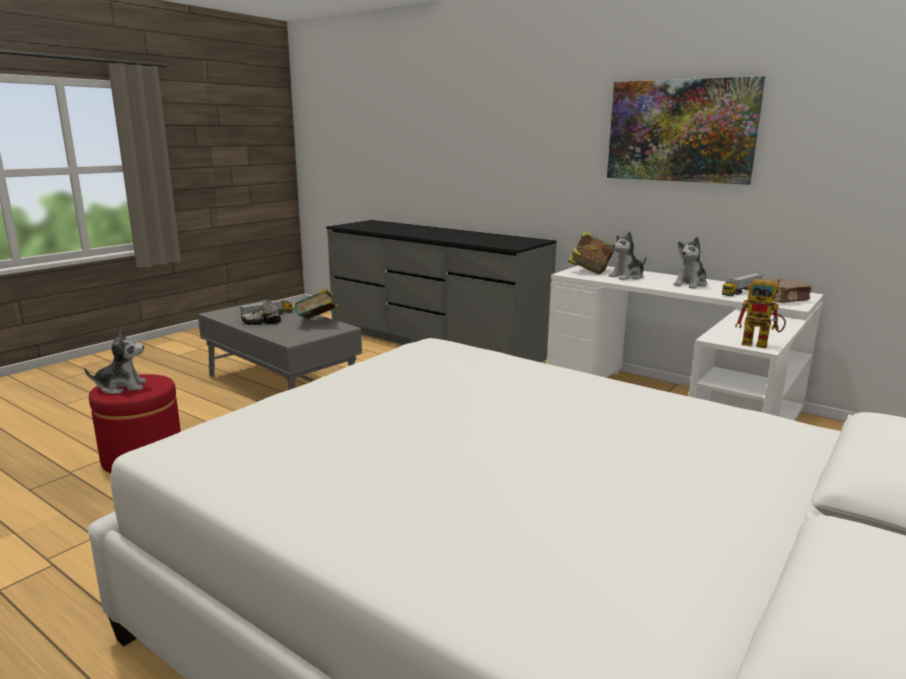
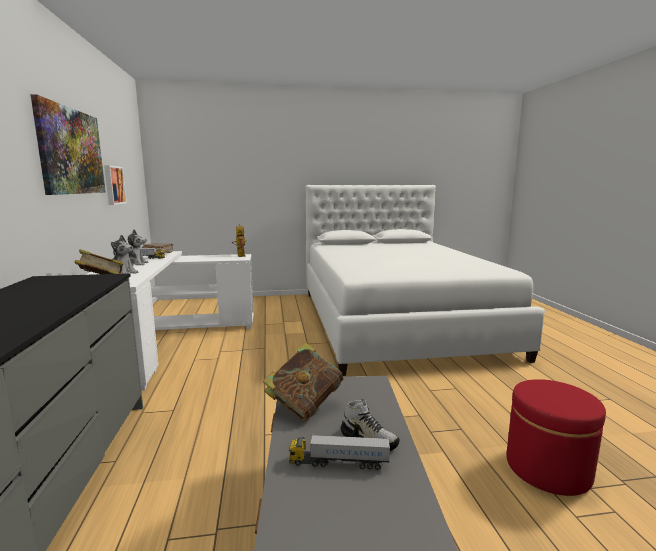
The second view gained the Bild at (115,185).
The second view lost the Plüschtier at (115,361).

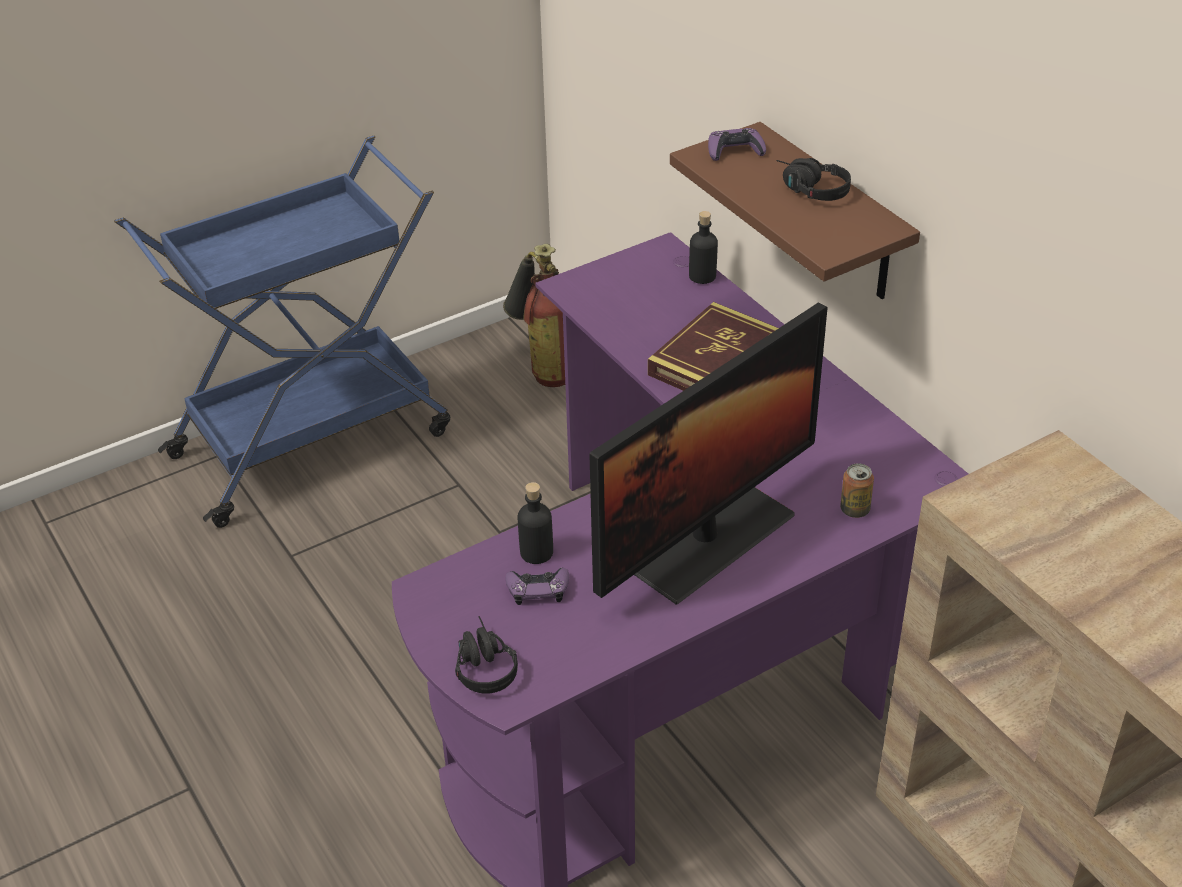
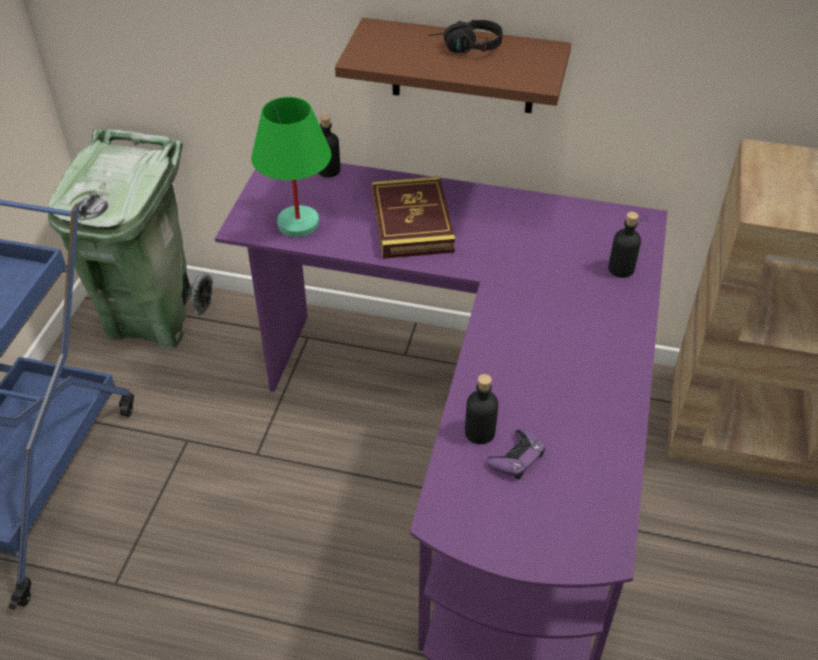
Where the Feuerlöscher stood at (534,315), the Mülleimer [grün] came to stand at (131,239).
The second view gained the Tischlampe [grün] at (291,167).
Where the Dose stood at (857,490), the Flasche [schwarz] came to stand at (624,245).
The second view lost the Kopfhörer [schwarz] at (486,655).
The second view lost the Monitor at (708,453).
The second view lost the Gamepad [lila] at (737,144).

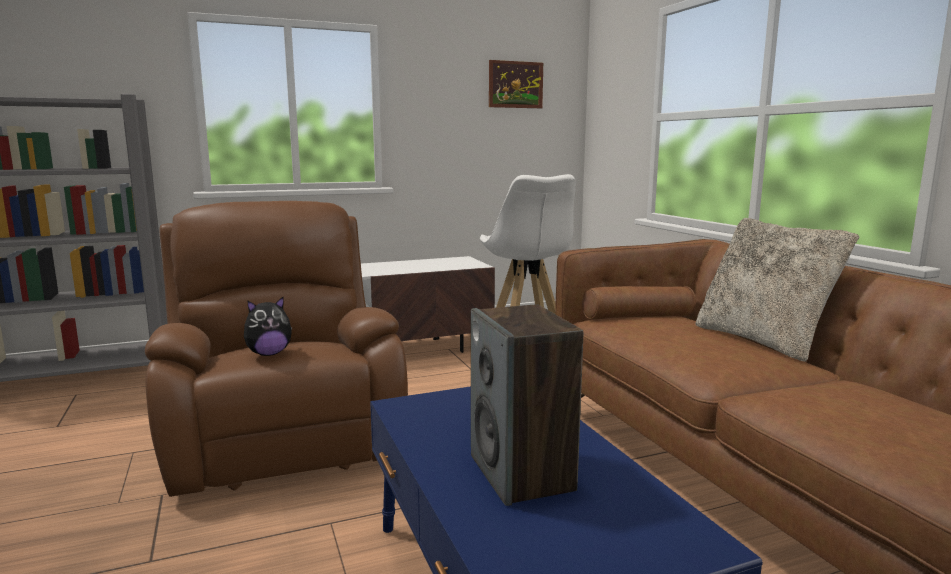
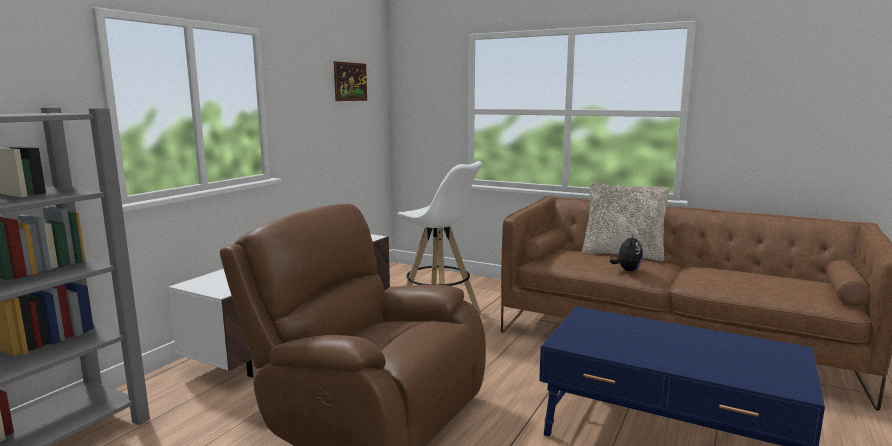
The Plüschtier ended up elsewhere, having gone from (268,326) to (626,252).
The second view lost the Lautsprecher at (527,405).

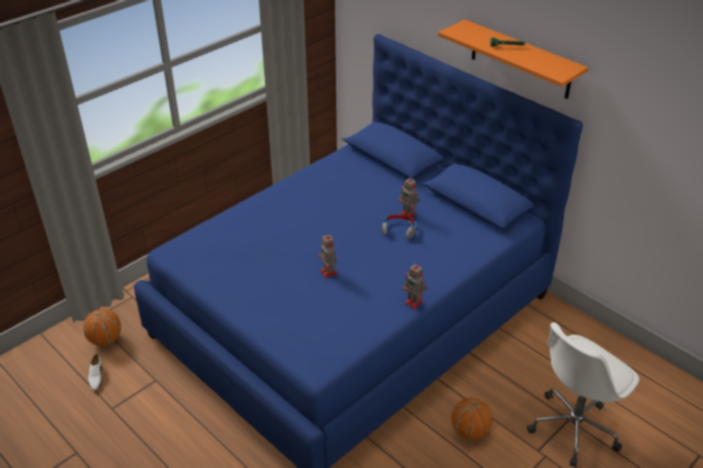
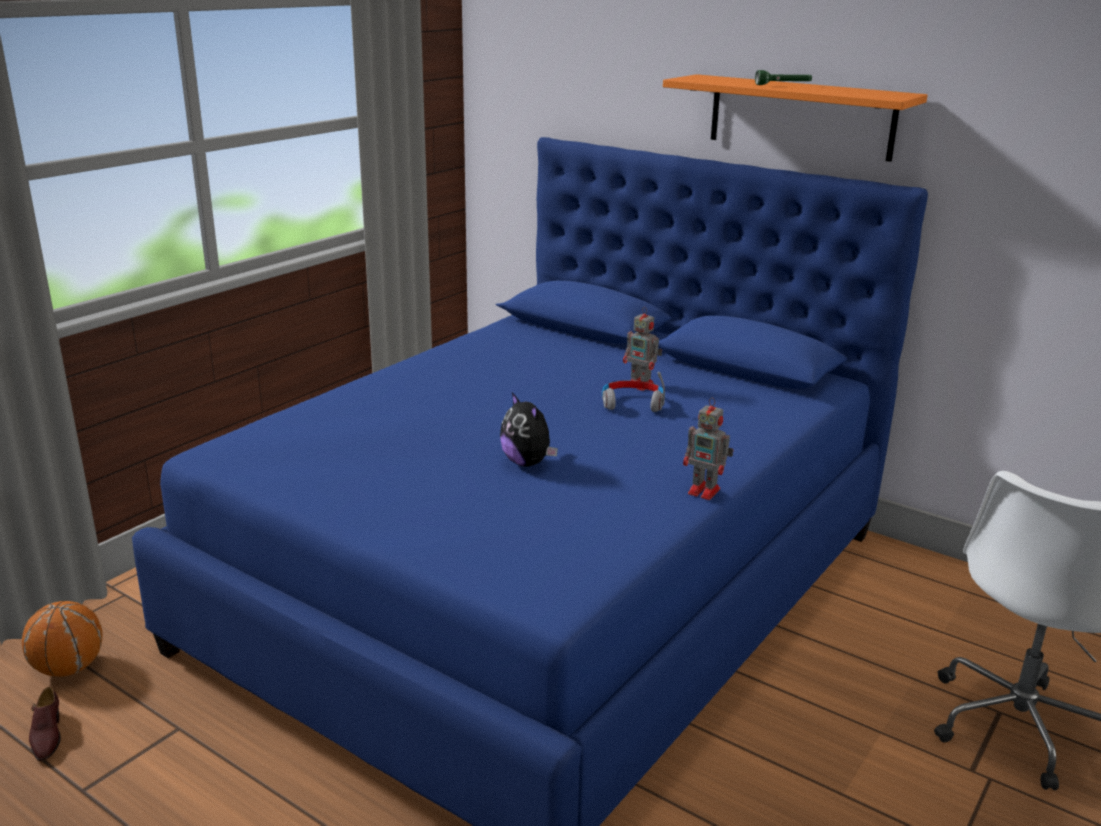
What was the Schuh [weiß] at (95,372) turned into the Schuh [braun] at (44,724).
Where the Spielzeugroboter stood at (328,256), the Plüschtier came to stand at (529,429).
The second view lost the Basketball at (472,419).

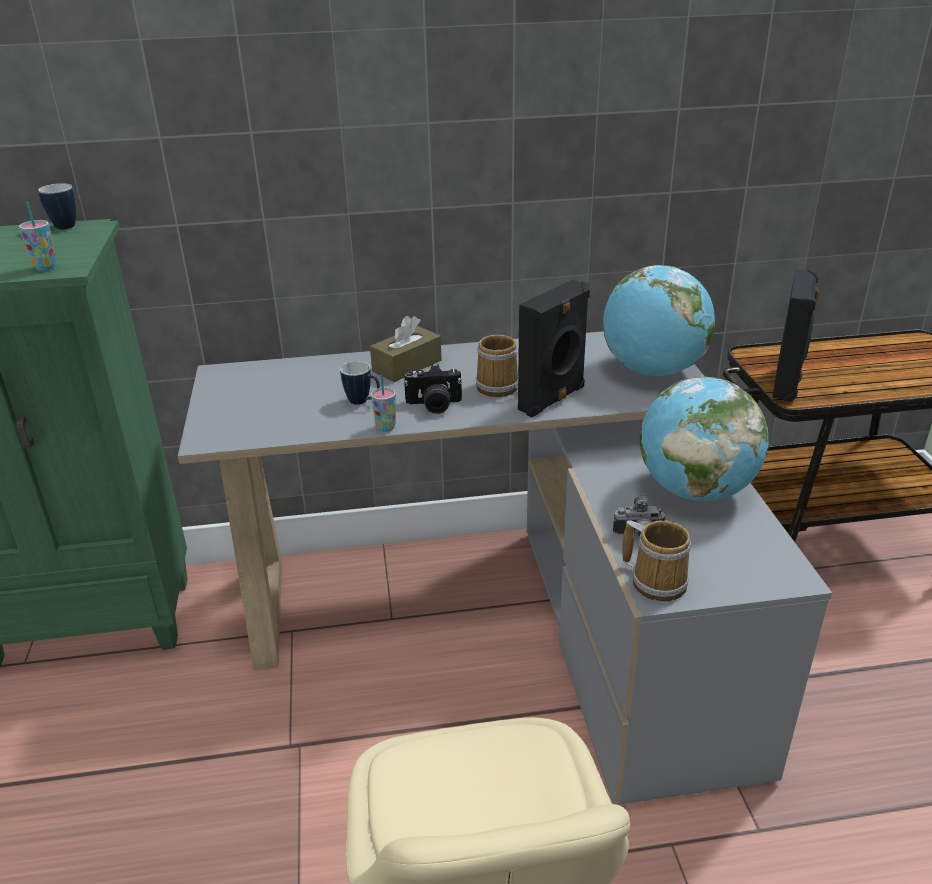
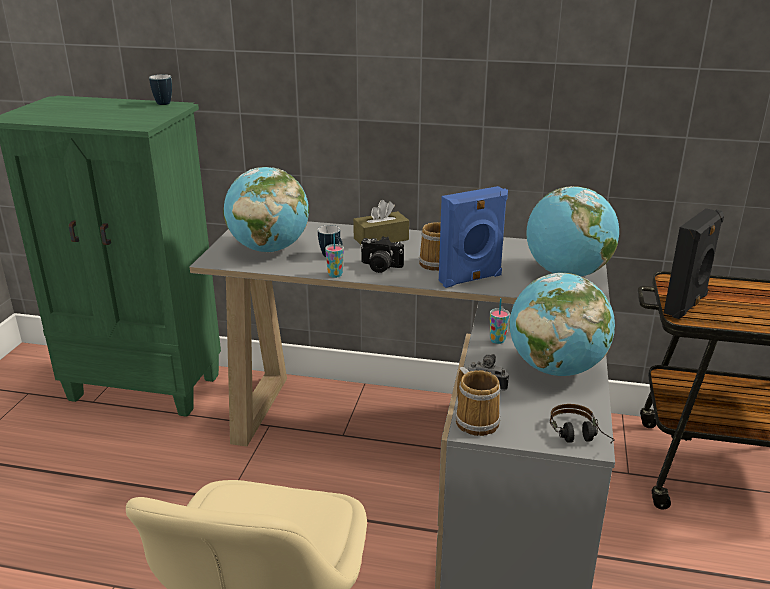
The second view gained the Globus at (266,209).
What was the Lautsprecher [schwarz] at (554,348) turned into the Lautsprecher [blau] at (473,237).
The Tasse ended up elsewhere, having gone from (38,236) to (500,321).
The second view gained the Kopfhörer at (582,424).

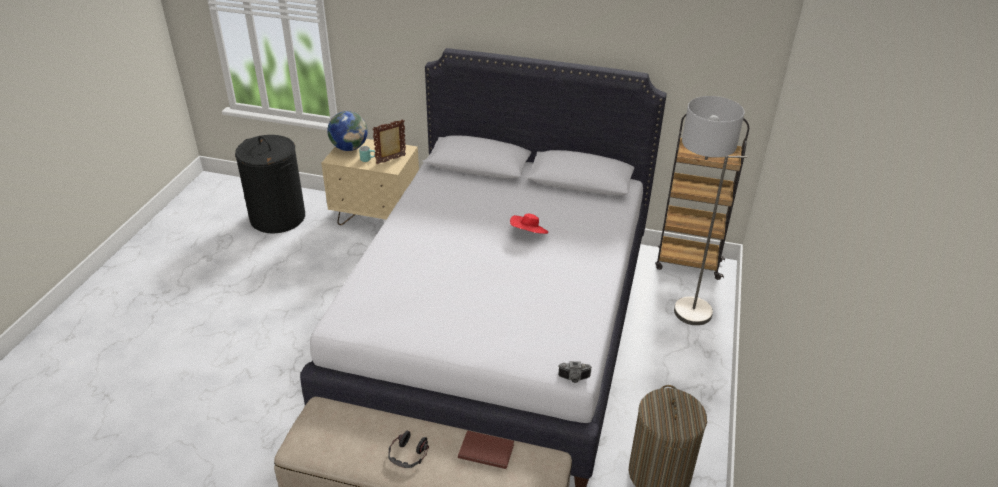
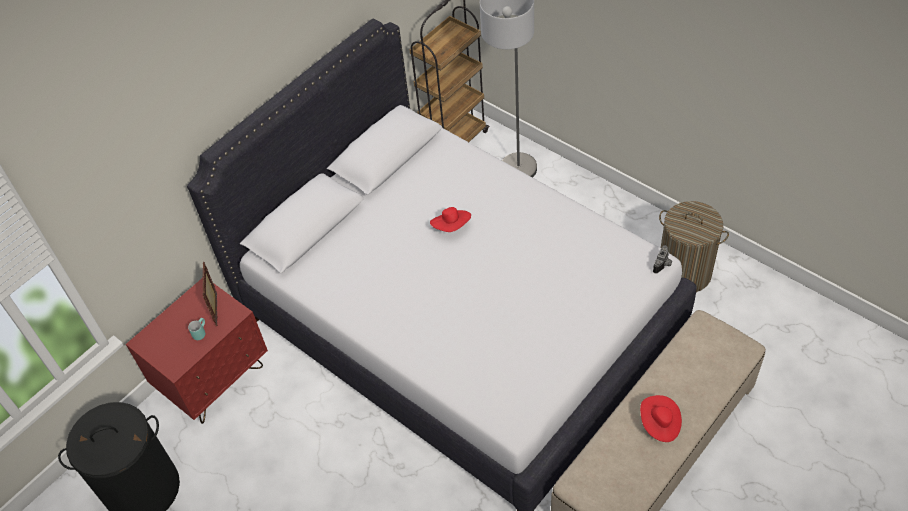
What was the Nachttisch [beige] at (370,182) turned into the Nachttisch [rot] at (197,351).
Where the Kopfhörer stood at (408,449), the Hut [rot] came to stand at (661,418).
The second view lost the Globus at (347,131).
The second view lost the Buch [braun] at (486,449).

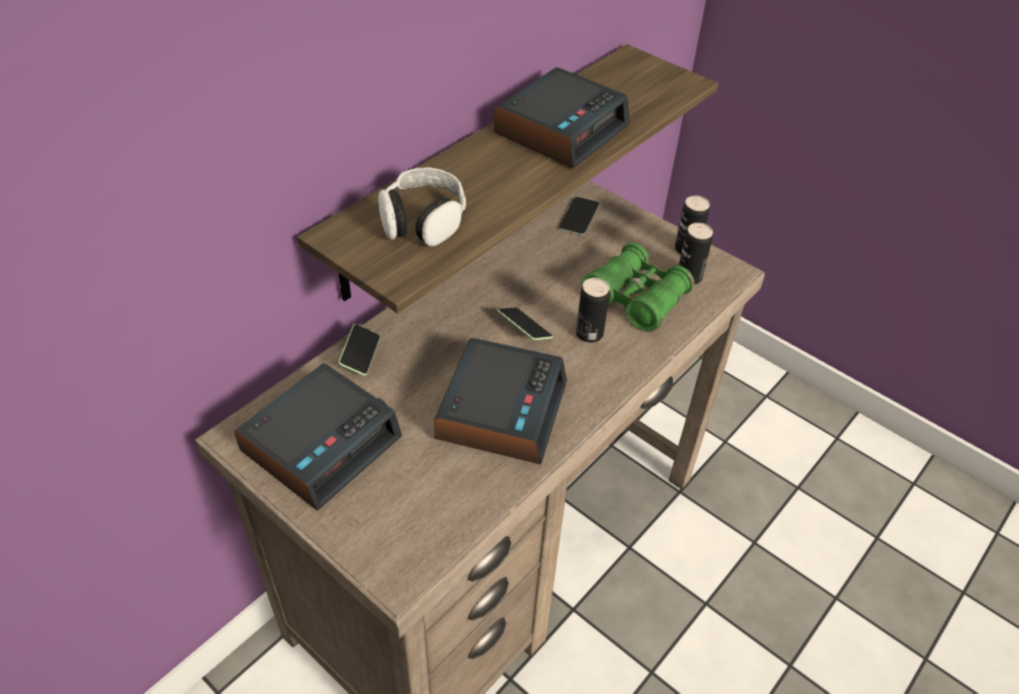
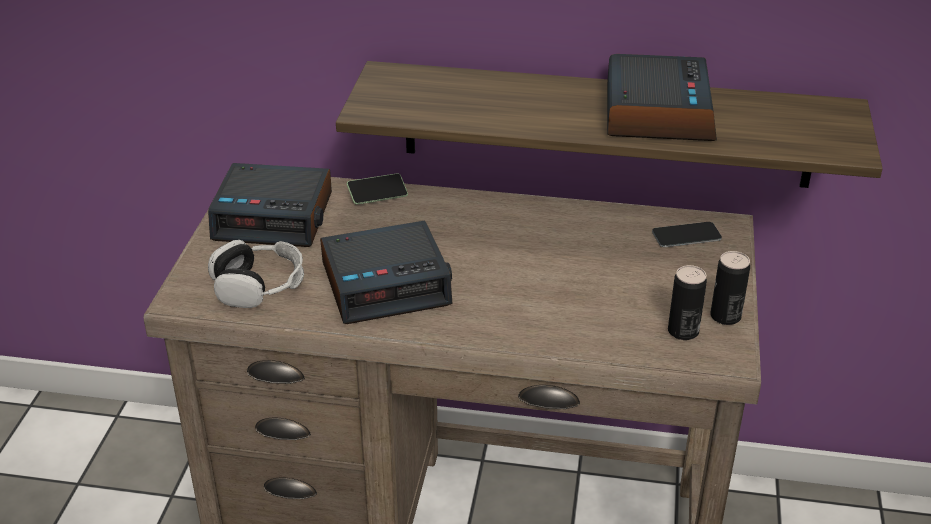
The Kopfhörer ended up elsewhere, having gone from (422,206) to (256,274).
The Wecker at (561,118) ended up facing another way, 90 degrees counterclockwise from before.
The second view lost the Handy at (525,323).
The second view lost the Dose at (593,310).
The second view lost the Fernglas [grün] at (638,287).

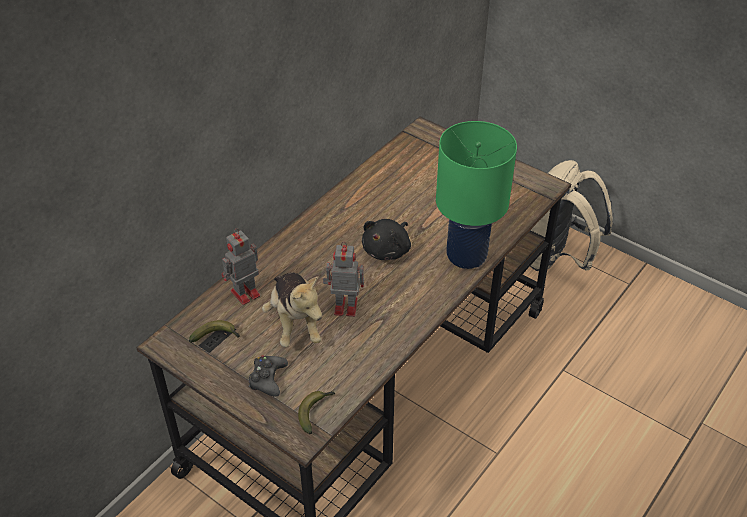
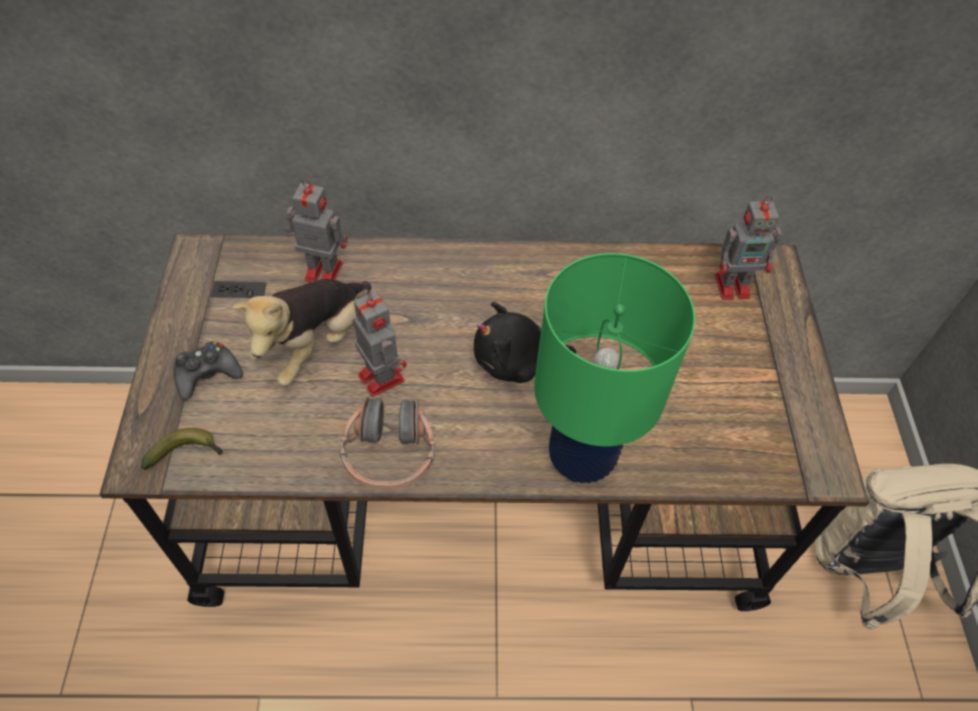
The second view gained the Kopfhörer at (387,443).
The second view gained the Spielzeugroboter at (748,248).
The second view lost the Banane at (215,331).

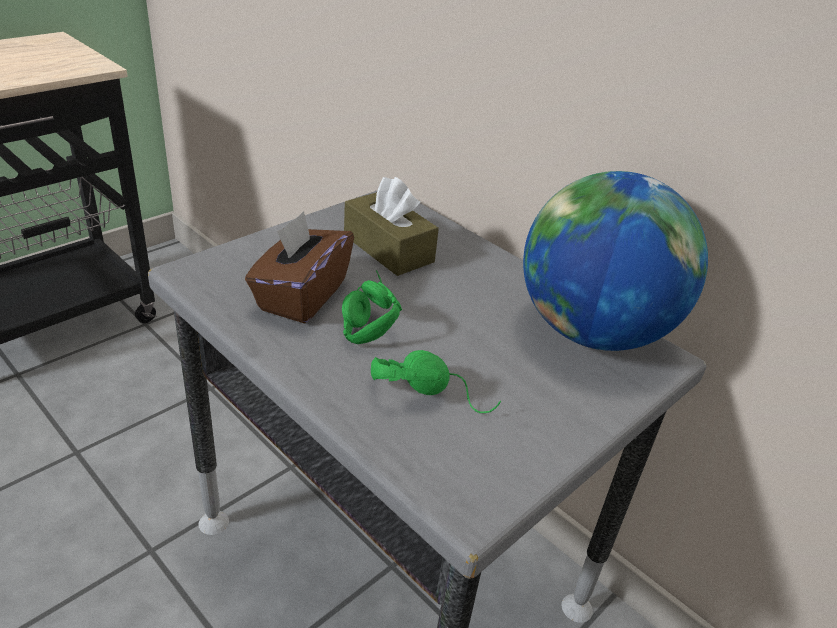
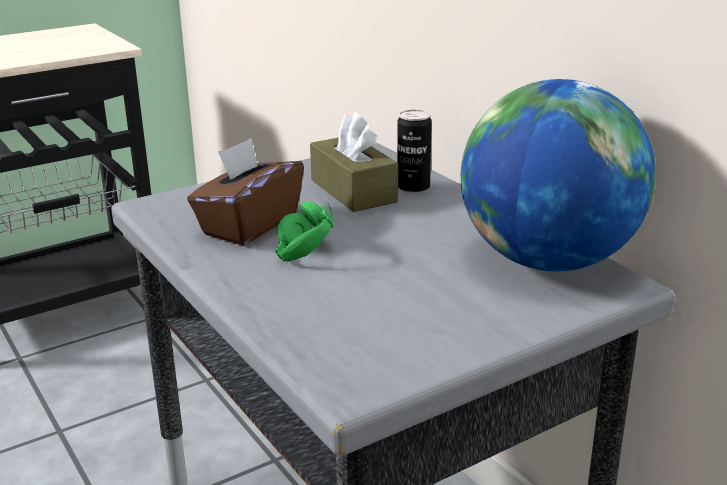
The second view gained the Dose at (414,151).
The second view lost the Kopfhörer [grün] at (436,381).

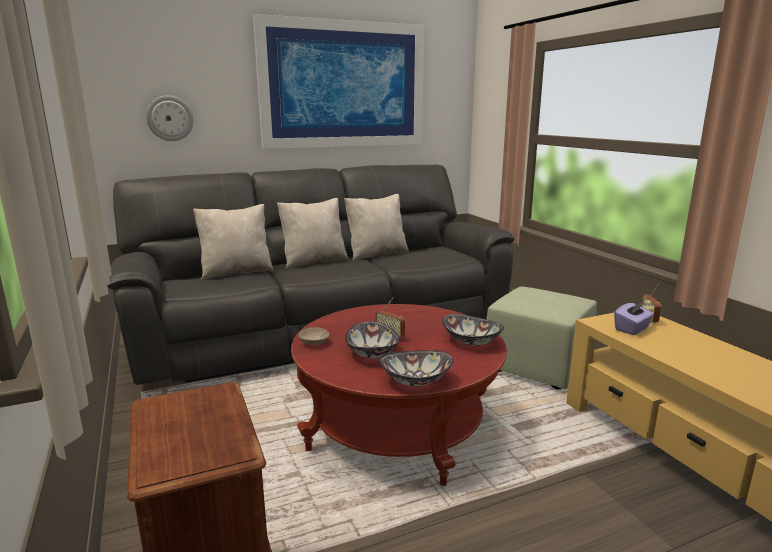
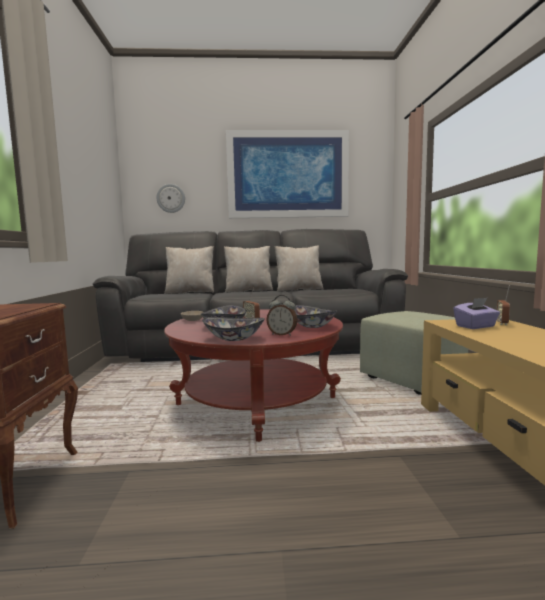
The second view gained the Wecker at (282,315).

